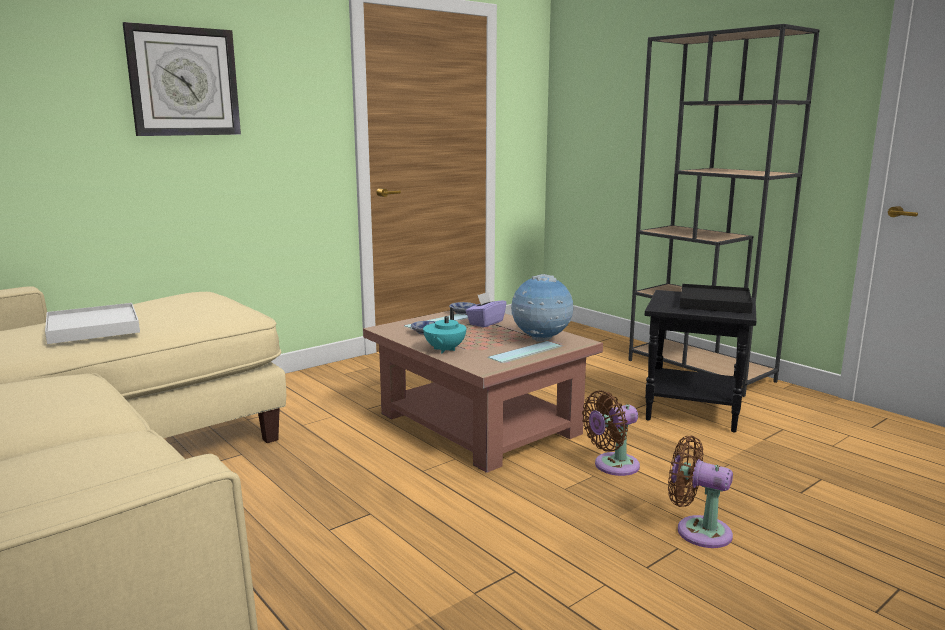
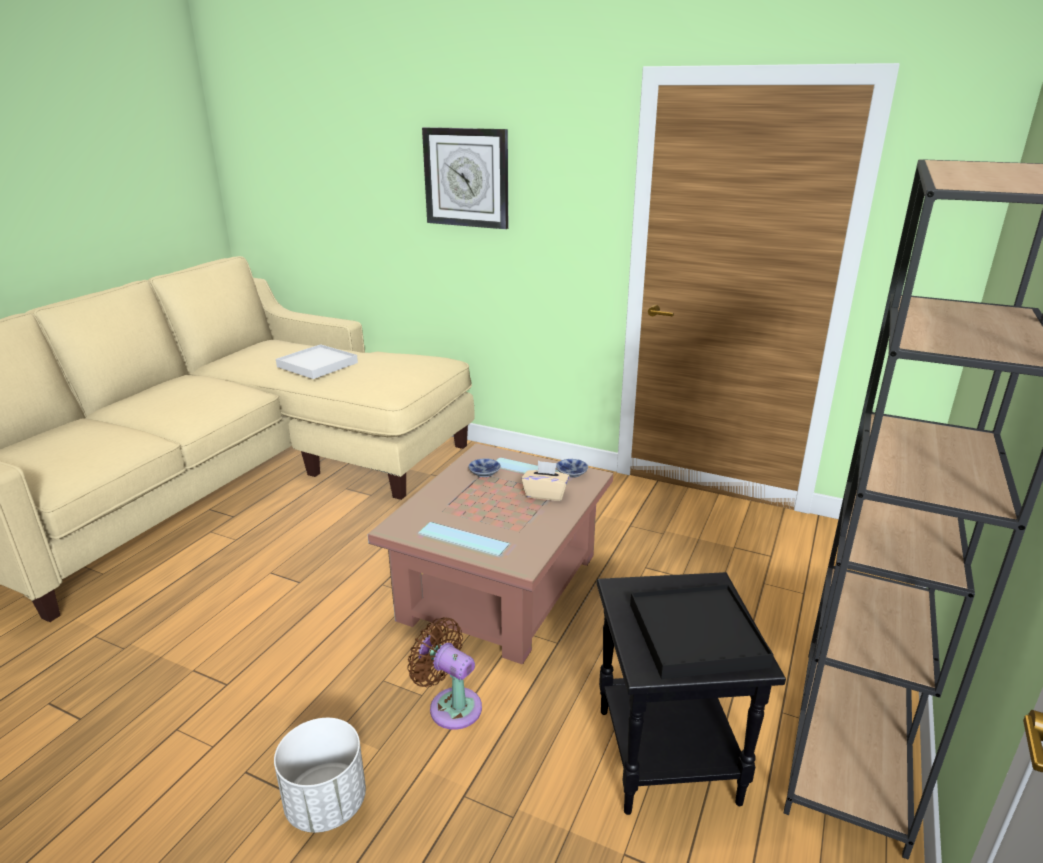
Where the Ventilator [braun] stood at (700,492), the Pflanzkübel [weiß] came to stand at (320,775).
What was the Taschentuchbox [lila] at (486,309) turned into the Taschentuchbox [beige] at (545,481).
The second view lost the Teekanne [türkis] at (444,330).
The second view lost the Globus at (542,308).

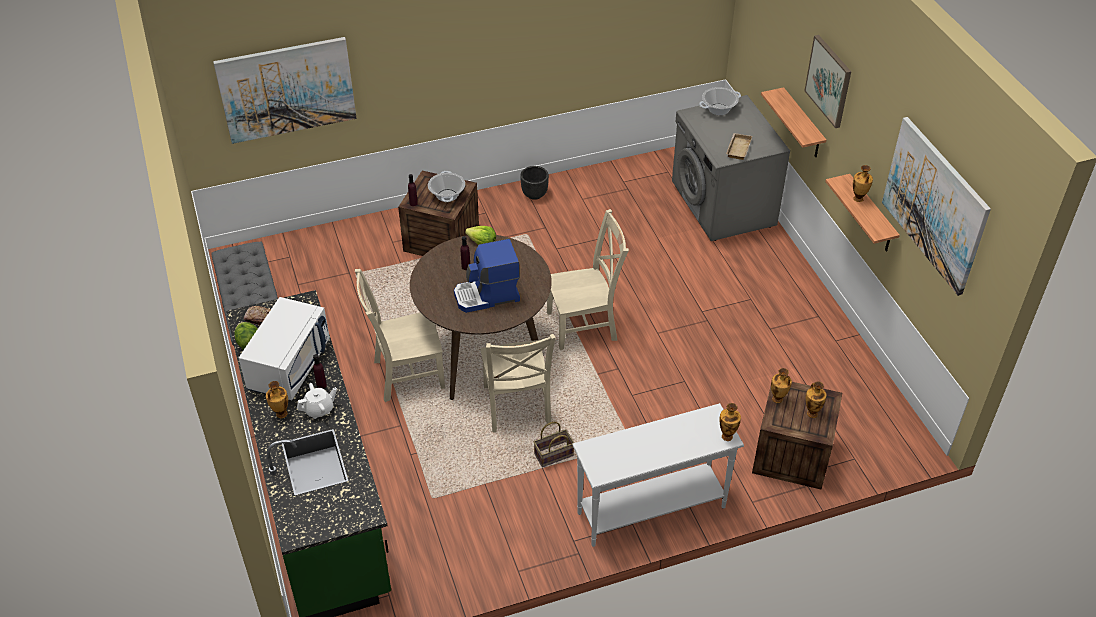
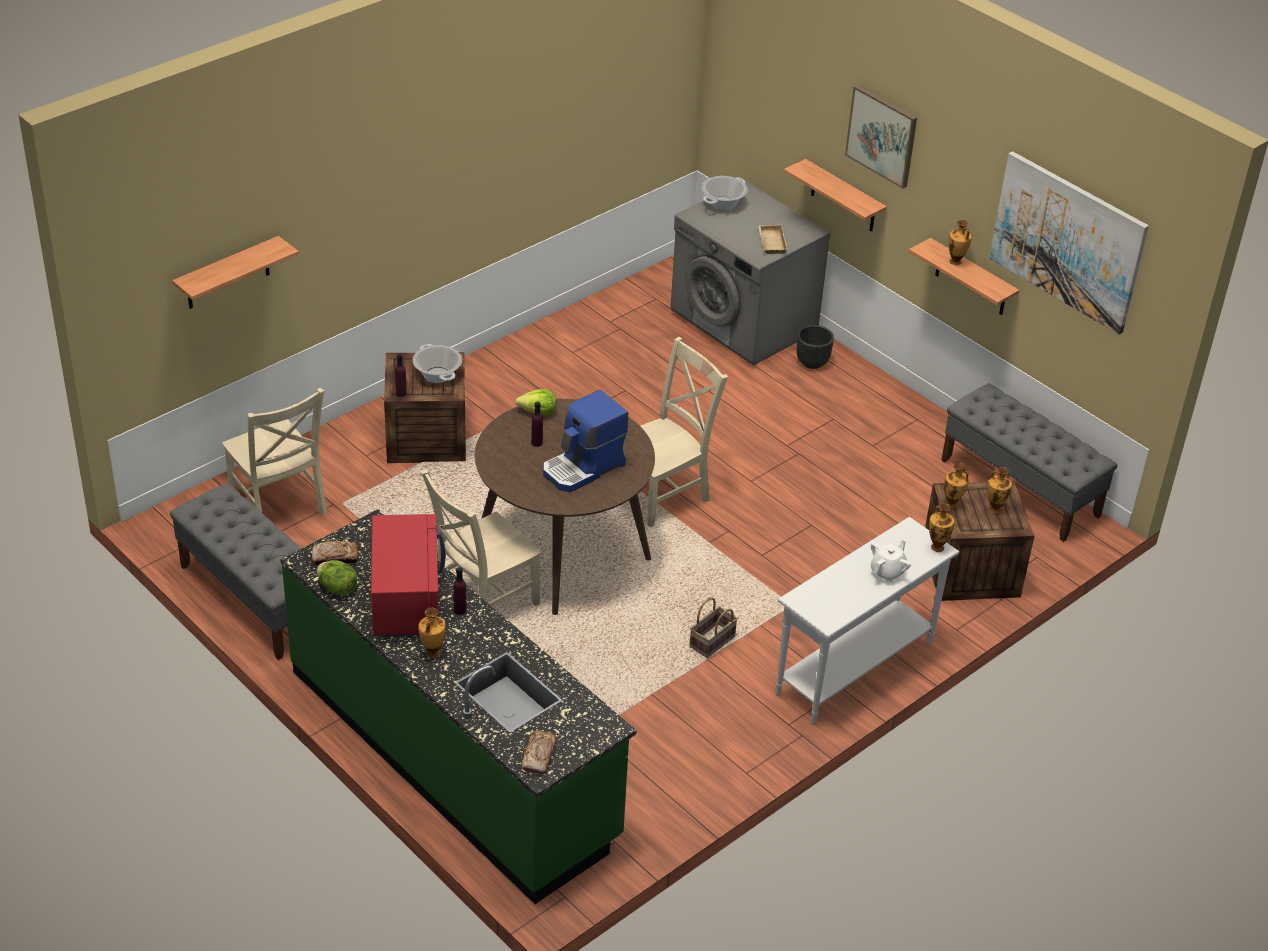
Where the Bild hung at (284,90), the Wandregal came to hang at (235,272).
The Stuhl [beige] ended up elsewhere, having gone from (518,383) to (274,451).
What was the Mikrowelle [weiß] at (284,348) turned into the Mikrowelle [rot] at (408,575).
The second view gained the Brot at (539,753).
The Pflanzkübel [schwarz] ended up elsewhere, having gone from (534,183) to (815,347).
The Teekanne [weiß] ended up elsewhere, having gone from (317,401) to (891,561).
The second view gained the Bank [grau] at (1029,462).

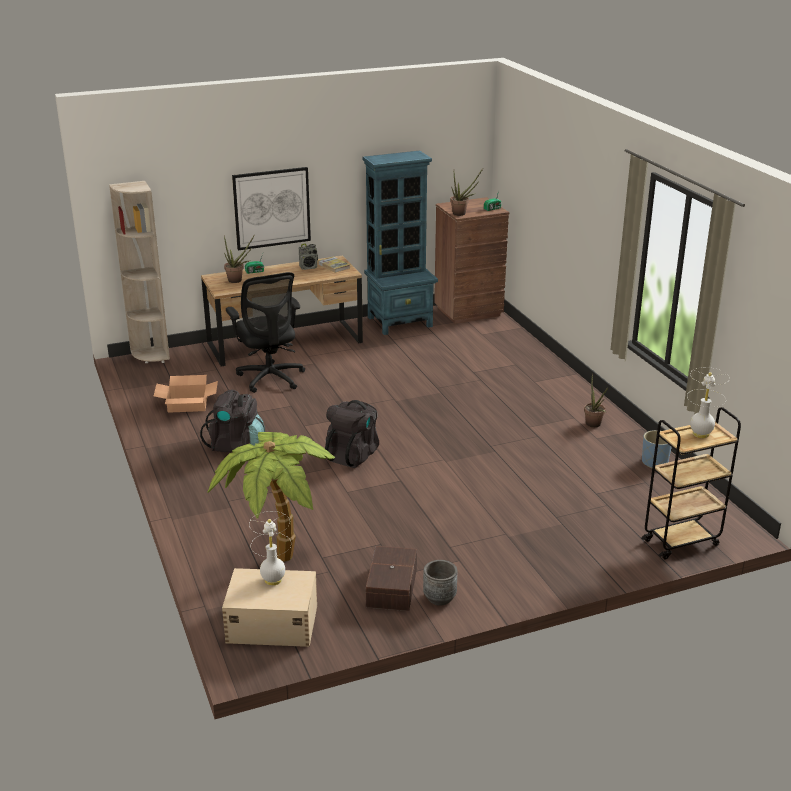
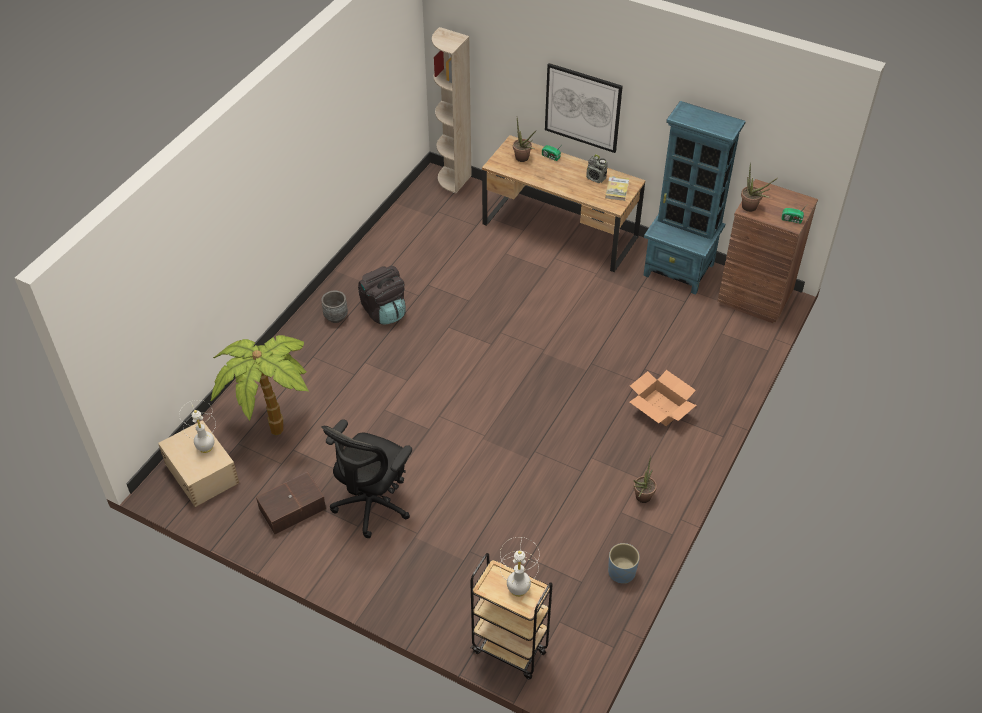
The Pflanzkübel [grau] ended up elsewhere, having gone from (440,583) to (334,307).
The Bürostuhl [schwarz] ended up elsewhere, having gone from (265,332) to (366,478).
The Karton ended up elsewhere, having gone from (186,394) to (663,398).
The second view lost the Rucksack [schwarz] at (352,434).

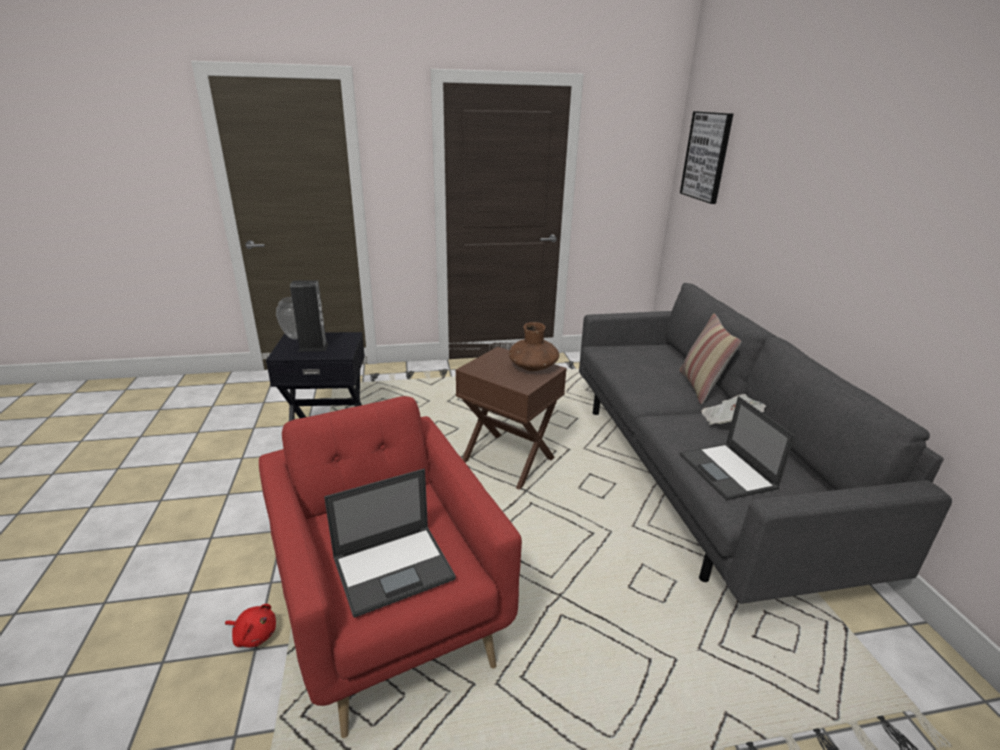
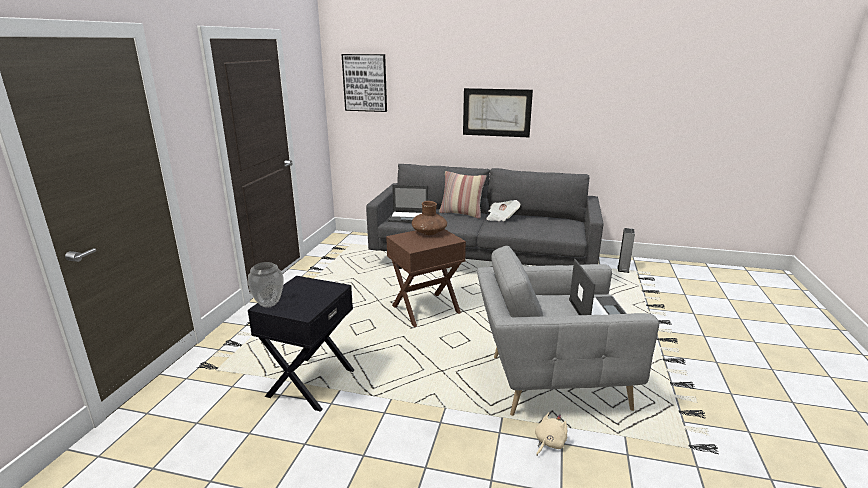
The Laptop ended up elsewhere, having gone from (737,448) to (408,204).
The second view gained the Bild at (498,112).
What was the Sessel [rot] at (390,567) turned into the Sessel [grau] at (568,331).
What was the Plüschtier [rot] at (250,625) turned into the Plüschtier [beige] at (551,433).
The Lautsprecher ended up elsewhere, having gone from (309,316) to (626,250).

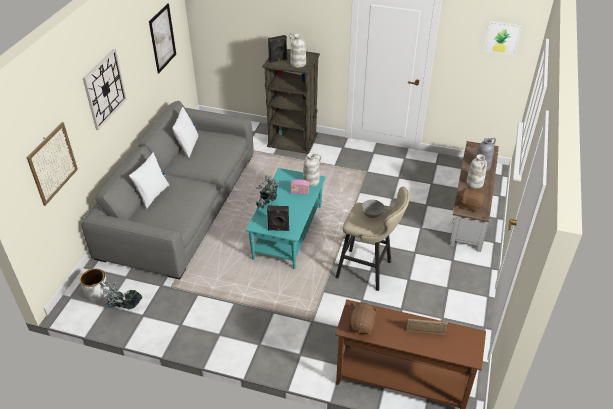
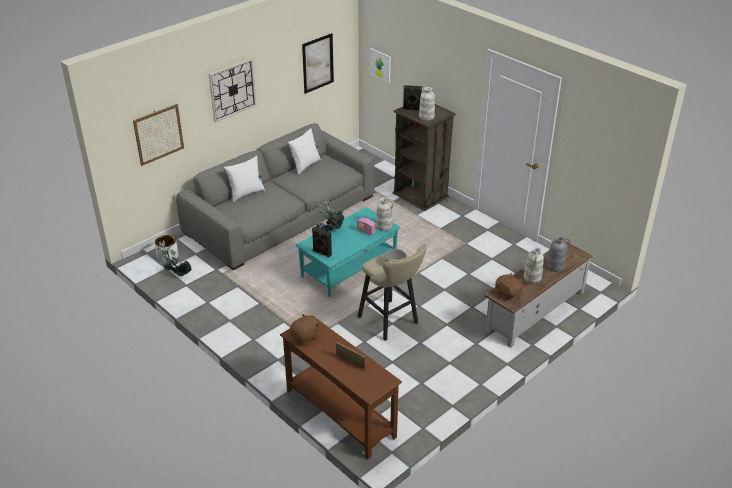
The Bild ended up elsewhere, having gone from (502,38) to (380,65).

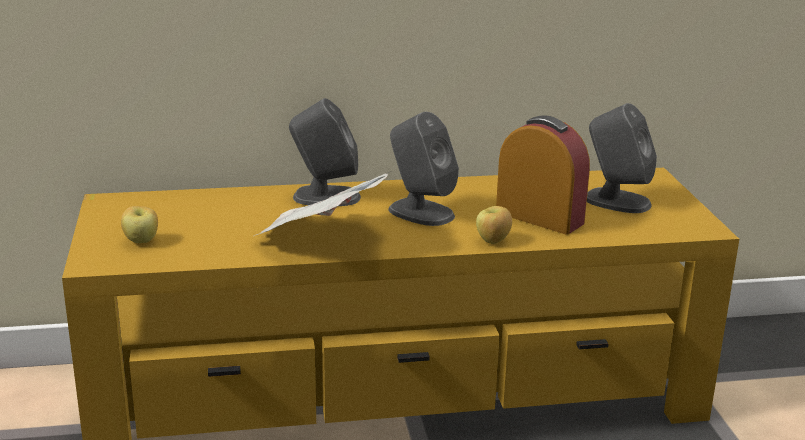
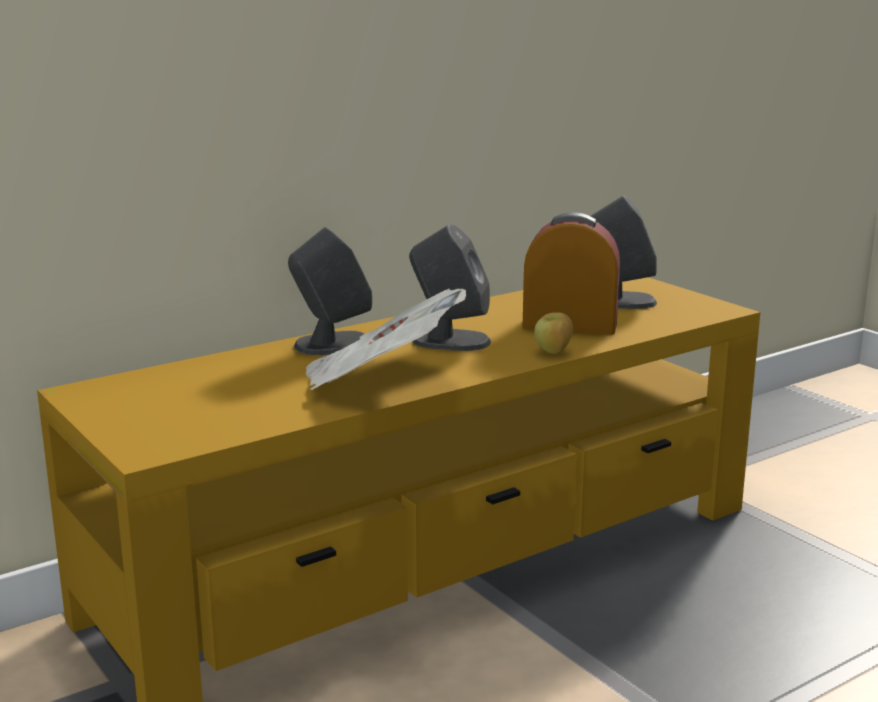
The second view lost the Apfel at (139,224).

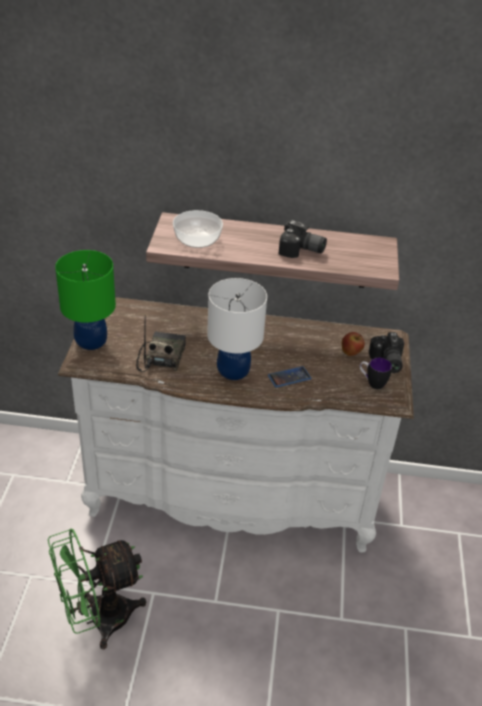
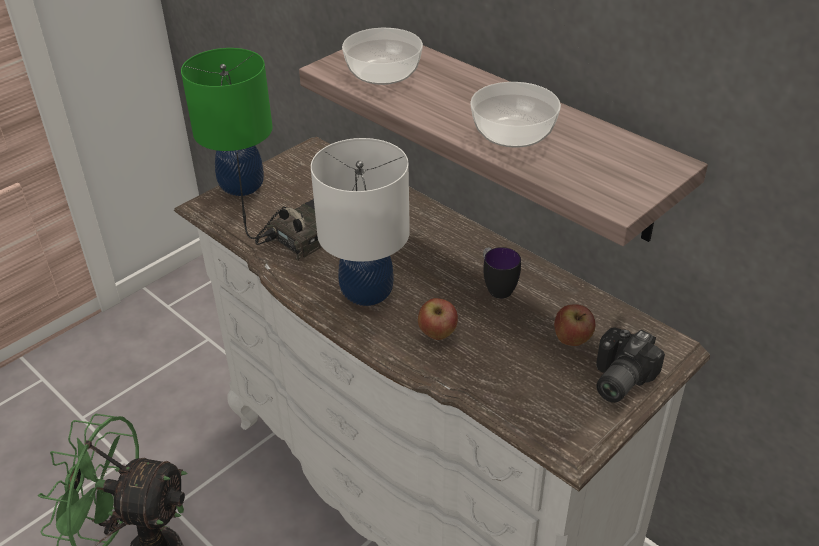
Where the Handy stood at (289,377), the Apfel came to stand at (438,319).
Where the Kamera stood at (303,239), the Schüssel came to stand at (515,115).
The Henkelbecher ended up elsewhere, having gone from (376,373) to (502,273).

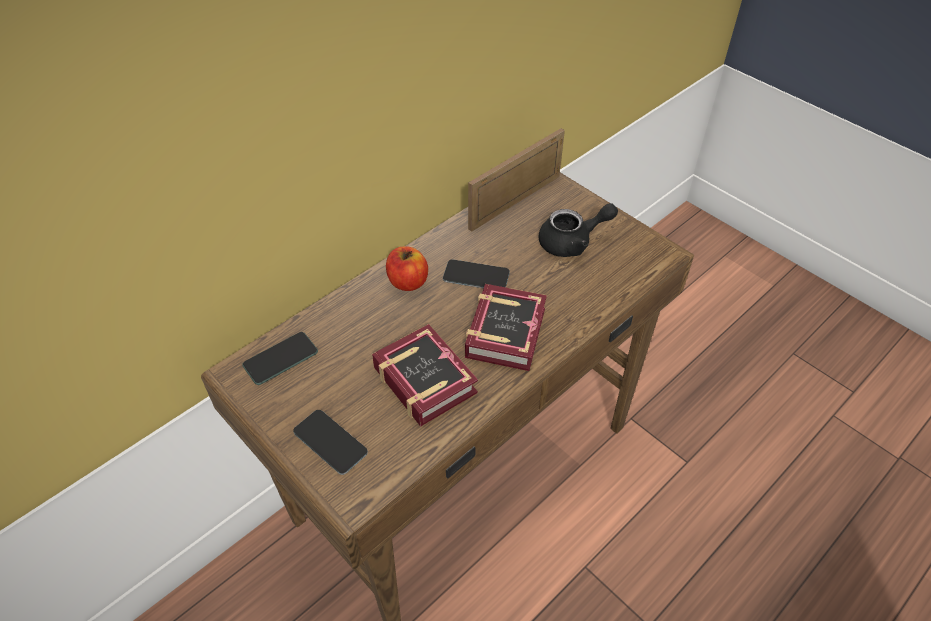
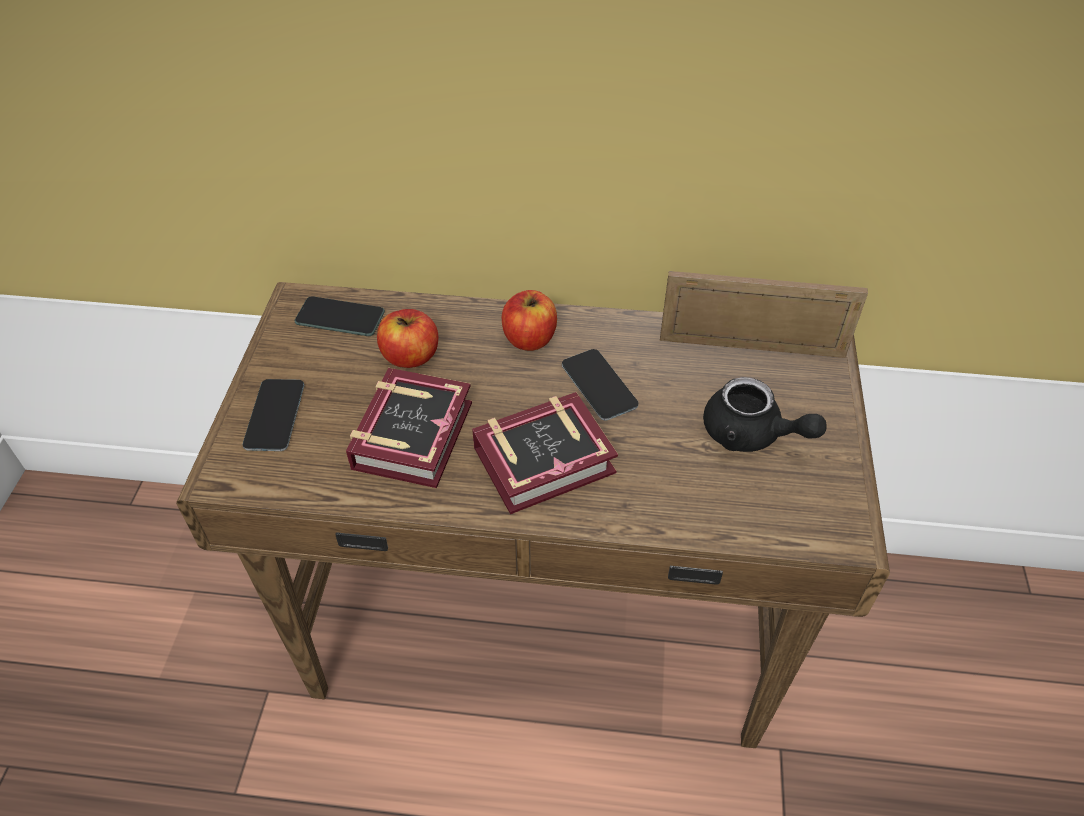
The second view gained the Apfel at (407,338).

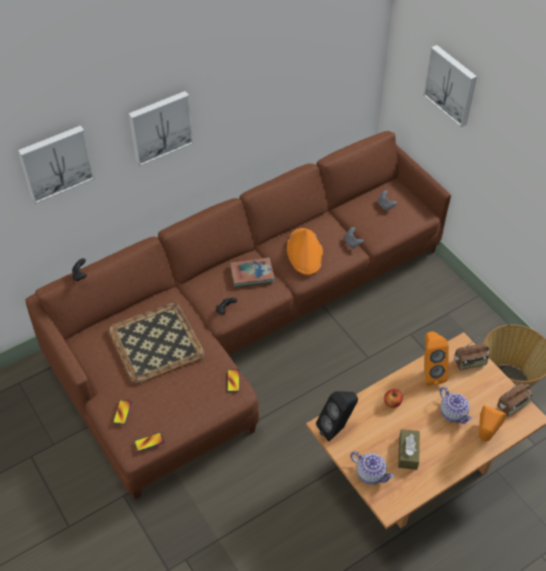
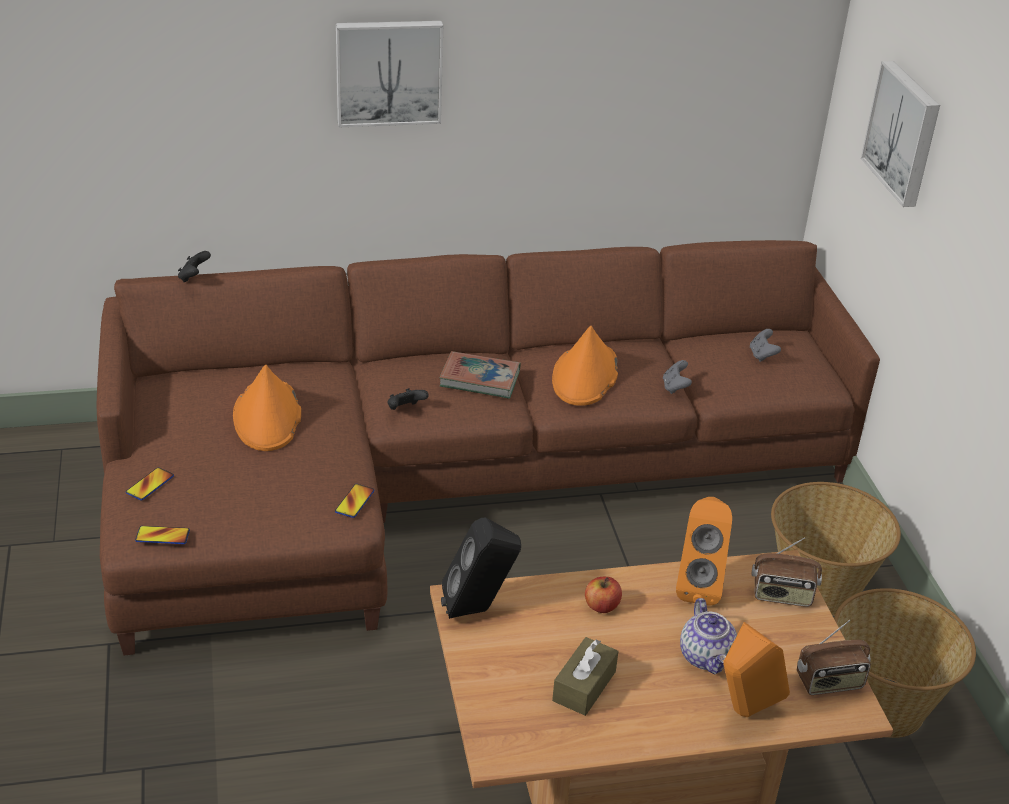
Where the Tablett stood at (156,343), the Hut [orange] came to stand at (267,408).
The second view gained the Korb at (836,549).
The second view lost the Bild at (56,164).
The second view lost the Teekanne at (372,467).

